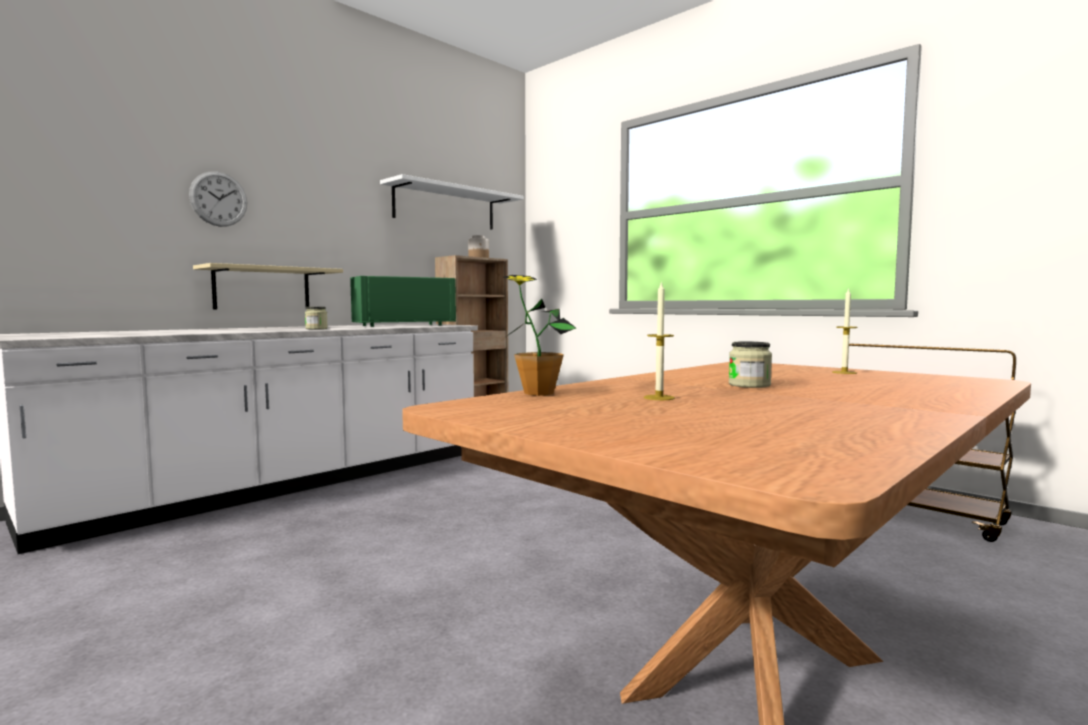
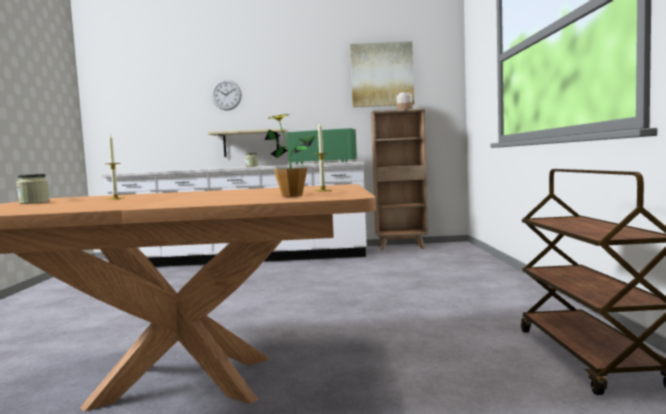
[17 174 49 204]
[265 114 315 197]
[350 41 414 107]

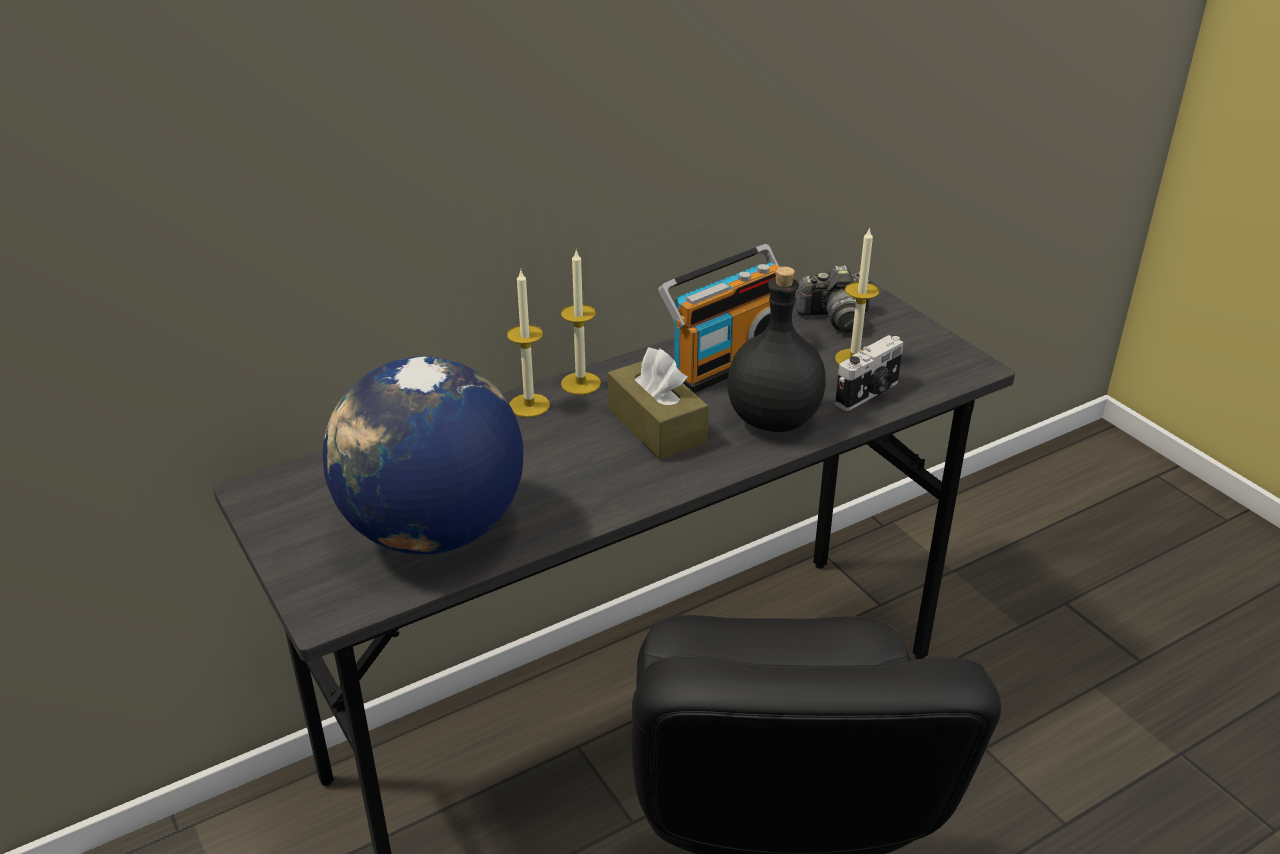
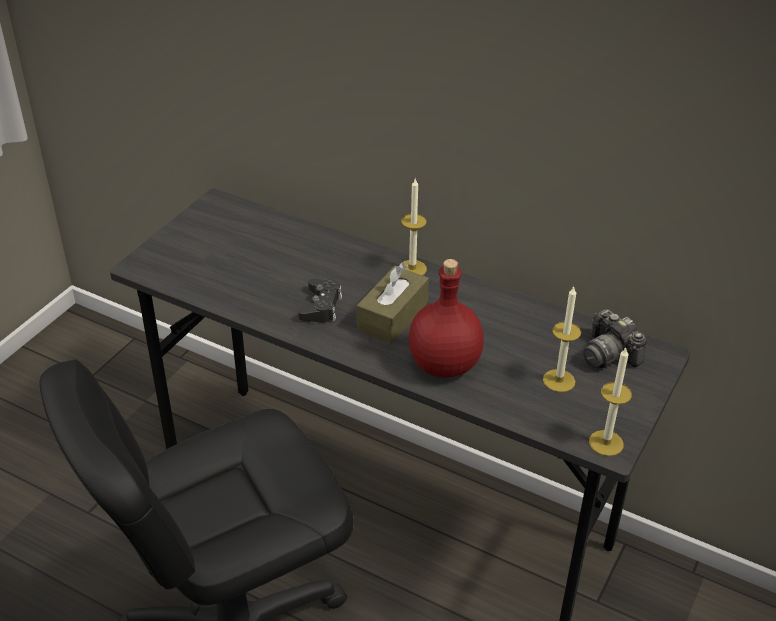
[298 279 342 323]
[409 259 484 377]
[589 348 632 456]
[323 356 523 555] (first image)
[658 244 779 393] (first image)
[835 335 904 411] (first image)

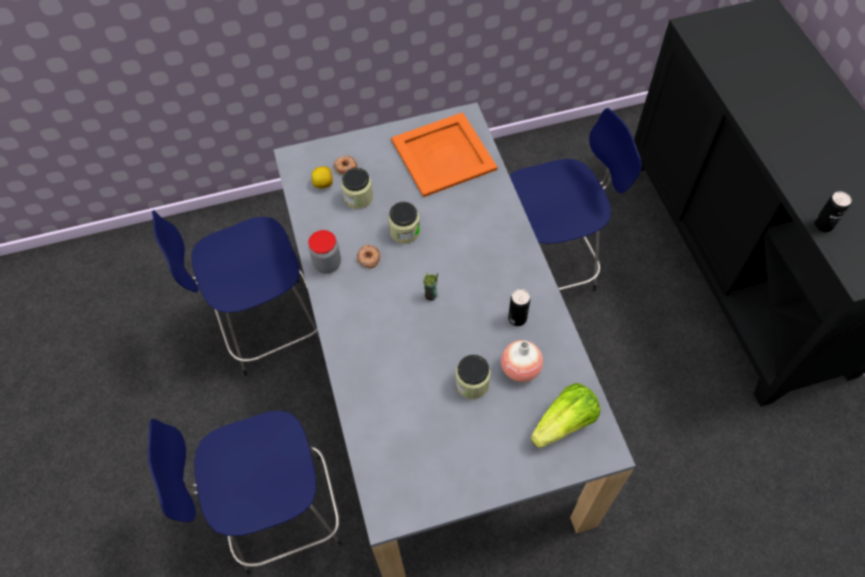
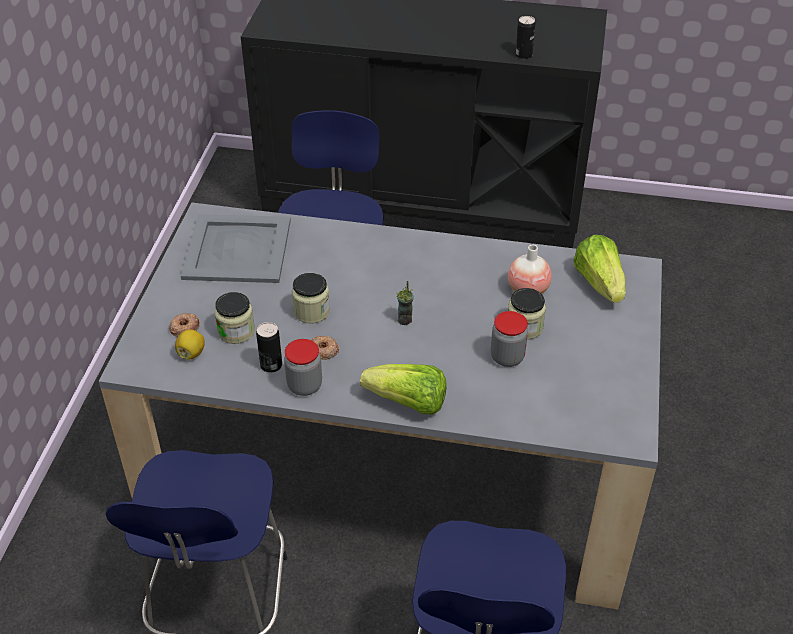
[181 214 291 283]
[256 322 282 373]
[360 364 447 415]
[491 311 528 367]

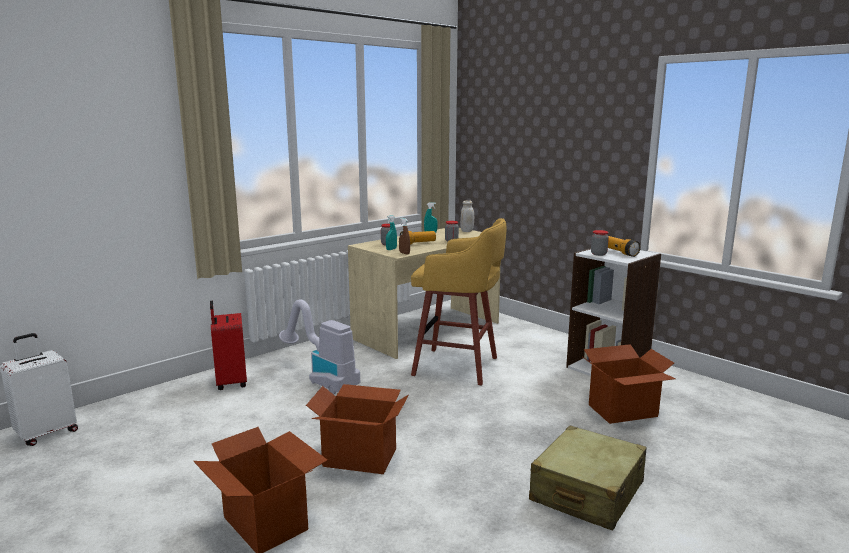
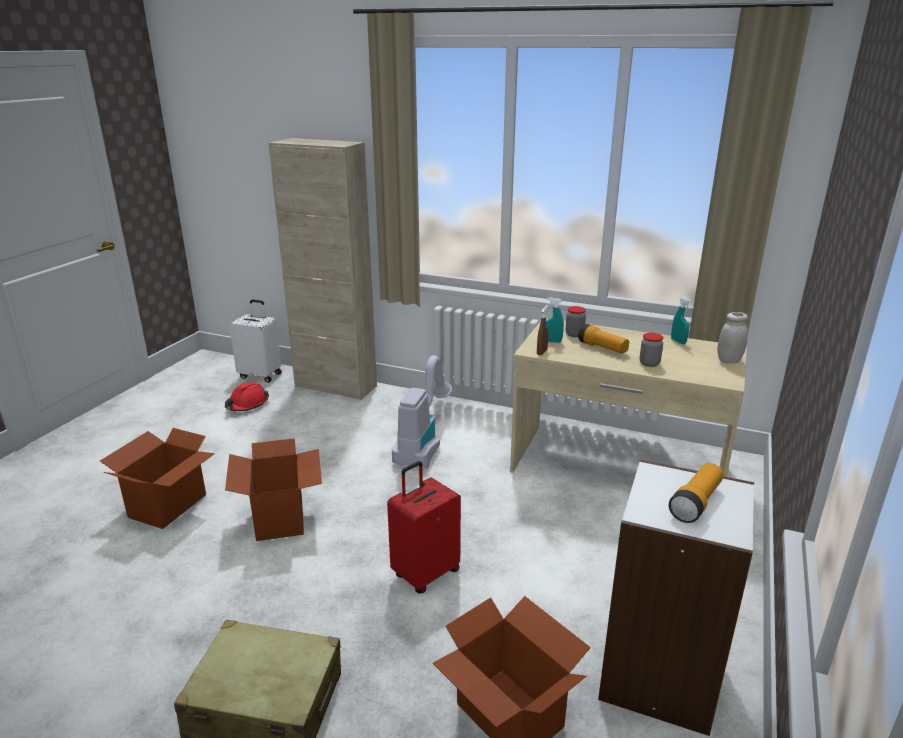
[225 382 269 411]
[268 138 377 400]
[387 461 461 594]
[411 218 507 386] (first image)
[591 230 609 256] (first image)

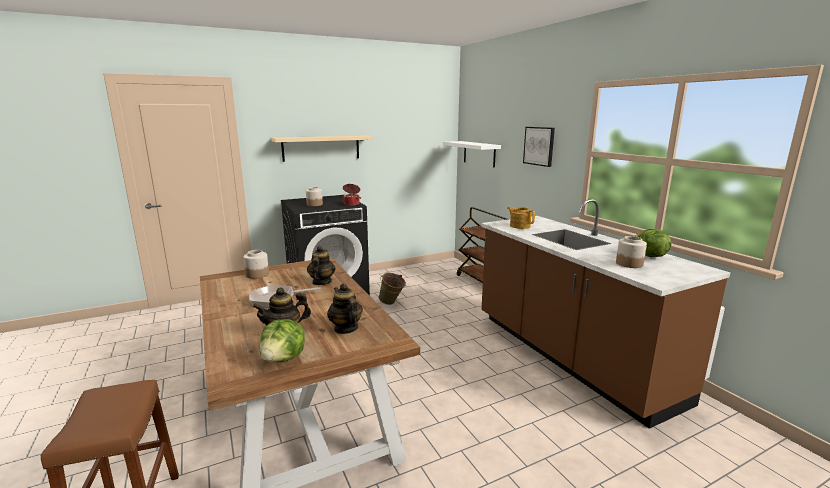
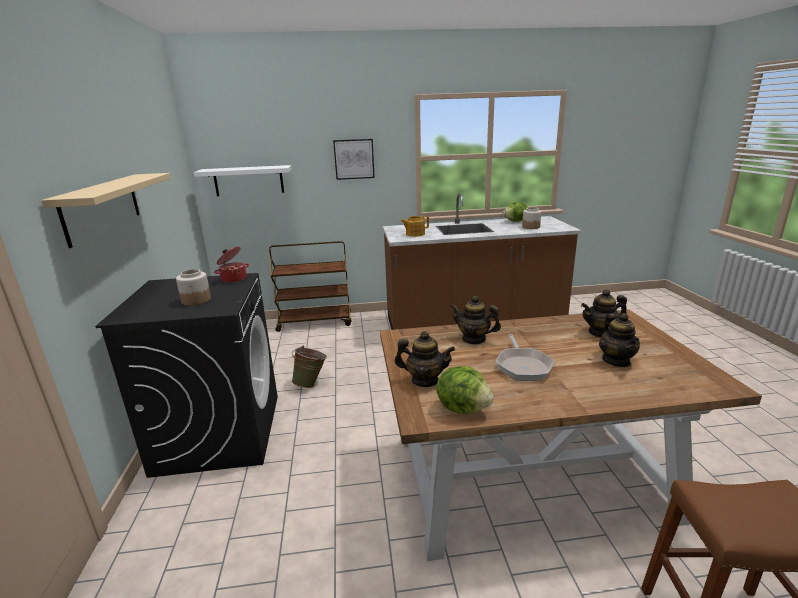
[395 331 455 387]
[436 366 494 414]

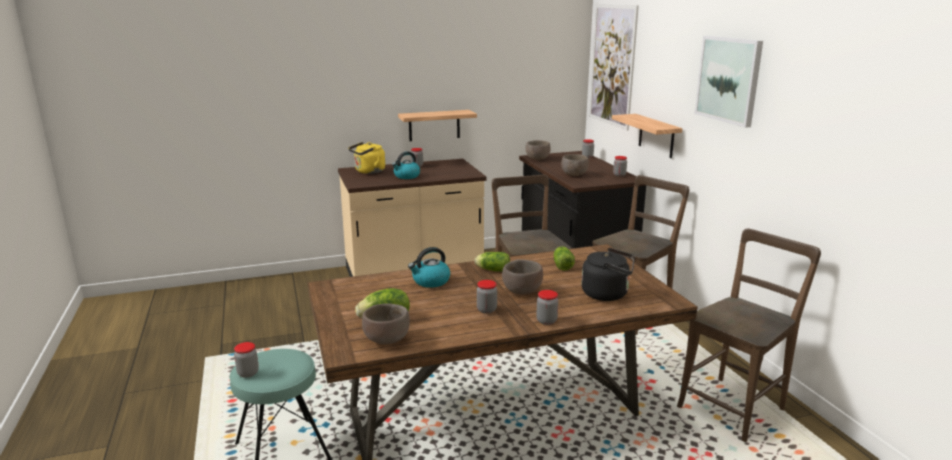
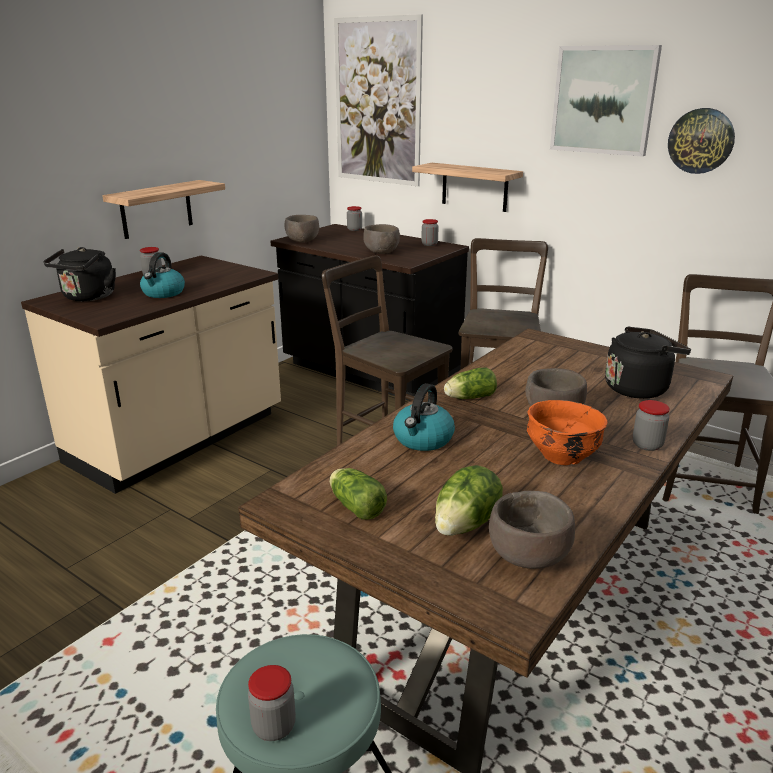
[43 247 116 301]
[329 468 387 520]
[527 400 608 465]
[668 108 735 174]

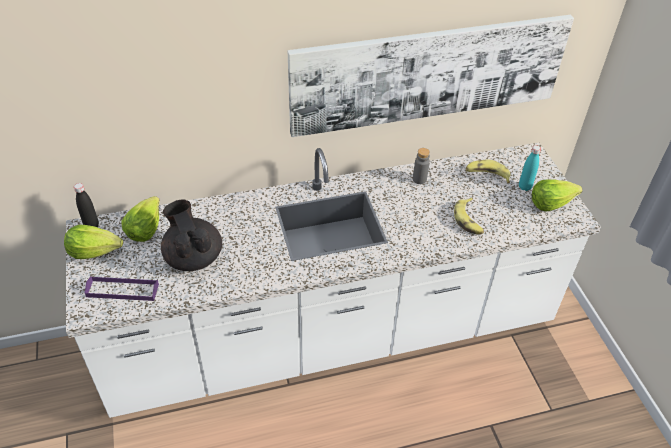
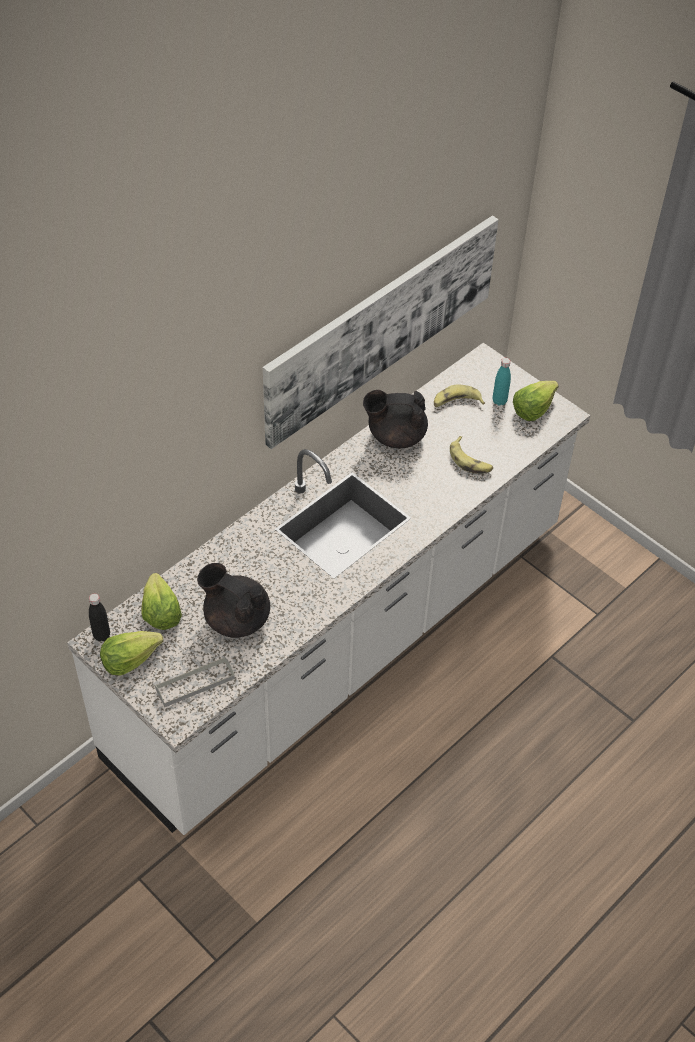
[155 657 235 707]
[363 390 428 448]

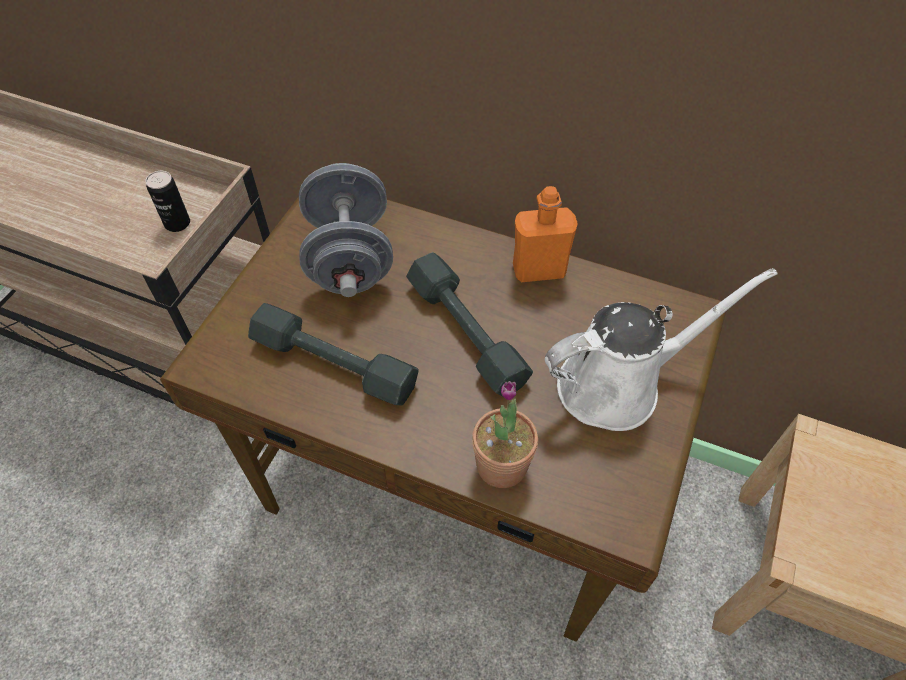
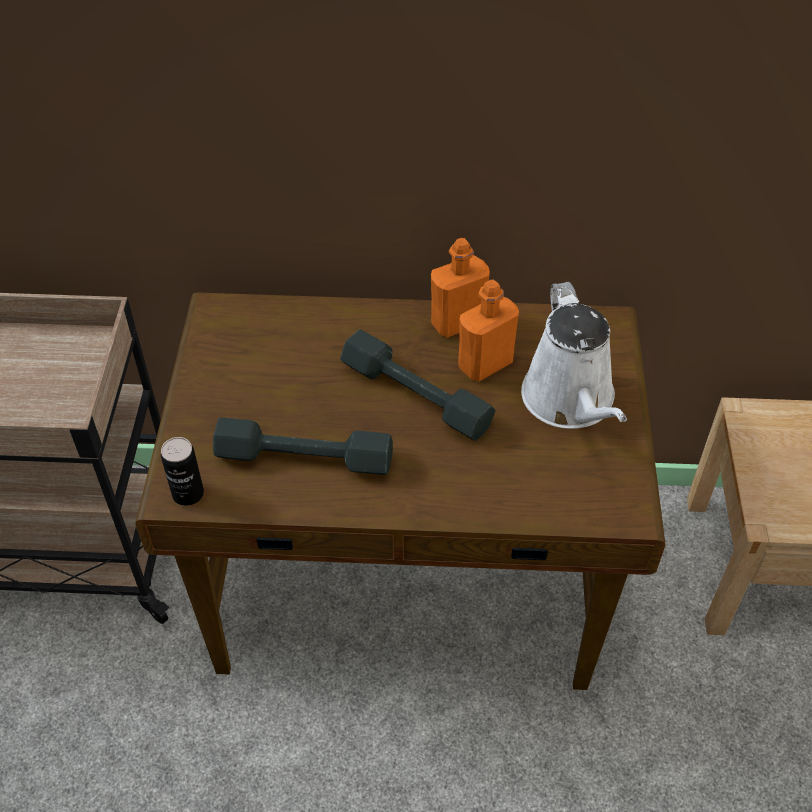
[161 437 204 506]
[458 280 519 381]
[521 282 627 429]
[299 163 393 297] (first image)
[472 381 538 488] (first image)

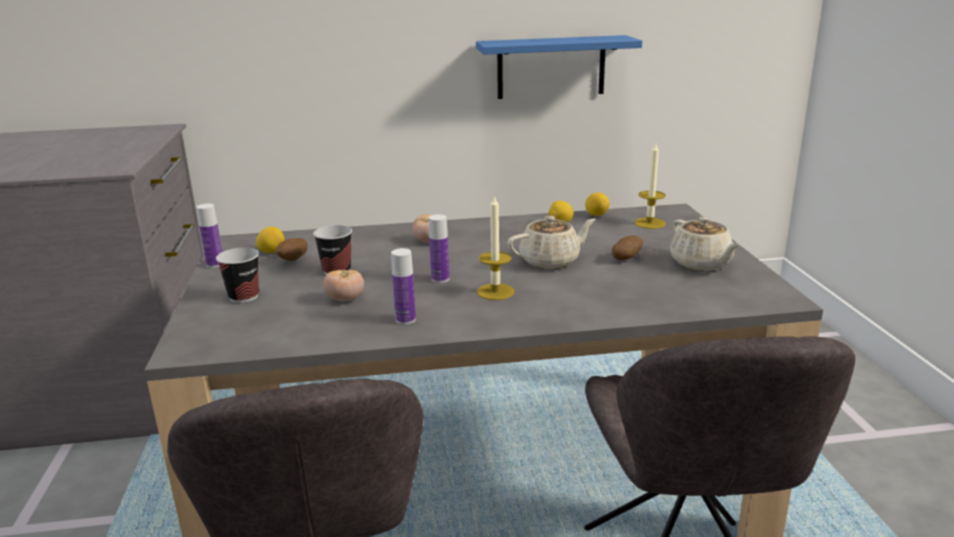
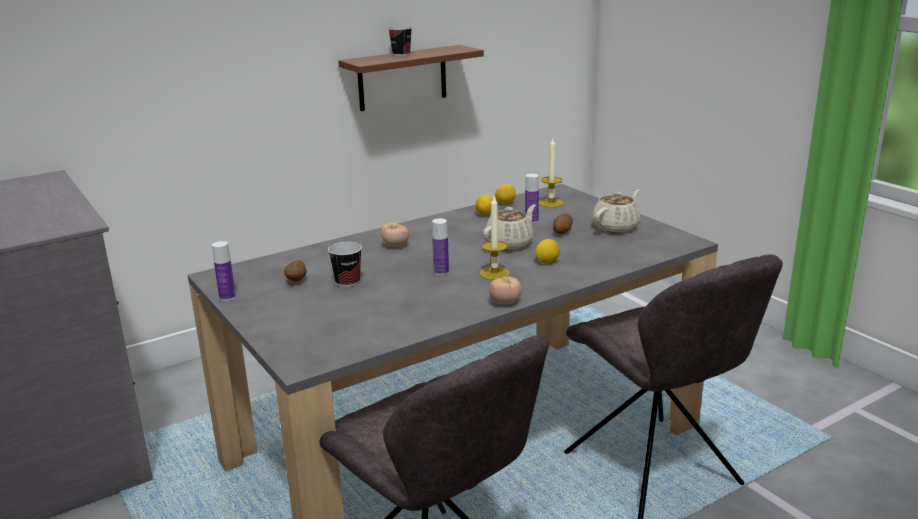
[338 45 484 111]
[388 26 412 56]
[489 276 522 304]
[525 174 539 224]
[535 239 560 263]
[592 190 640 233]

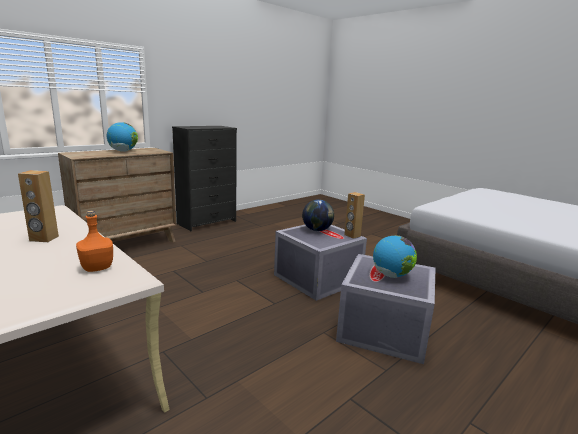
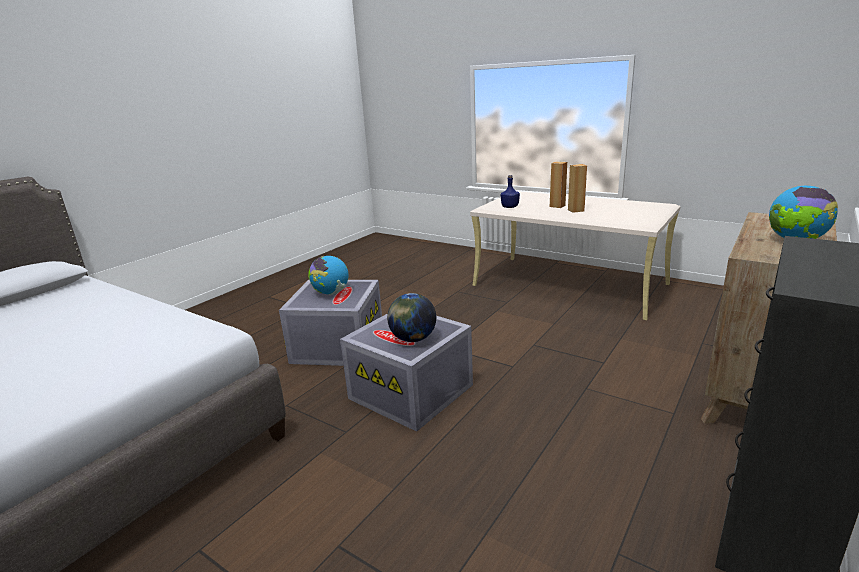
[501 175 520 208]
[550 161 567 208]

